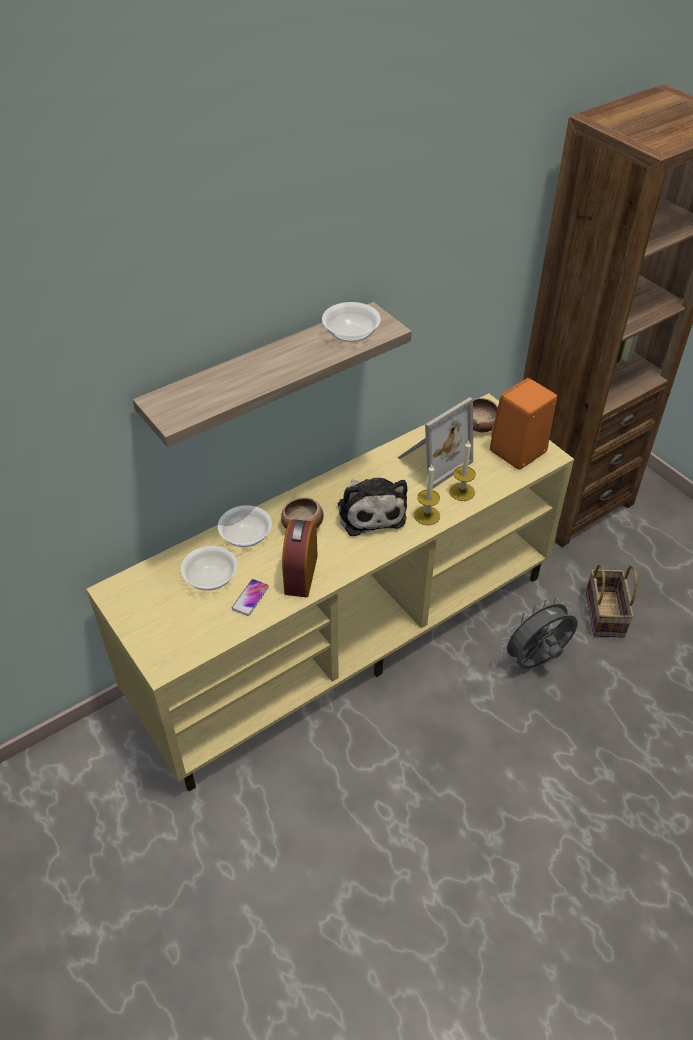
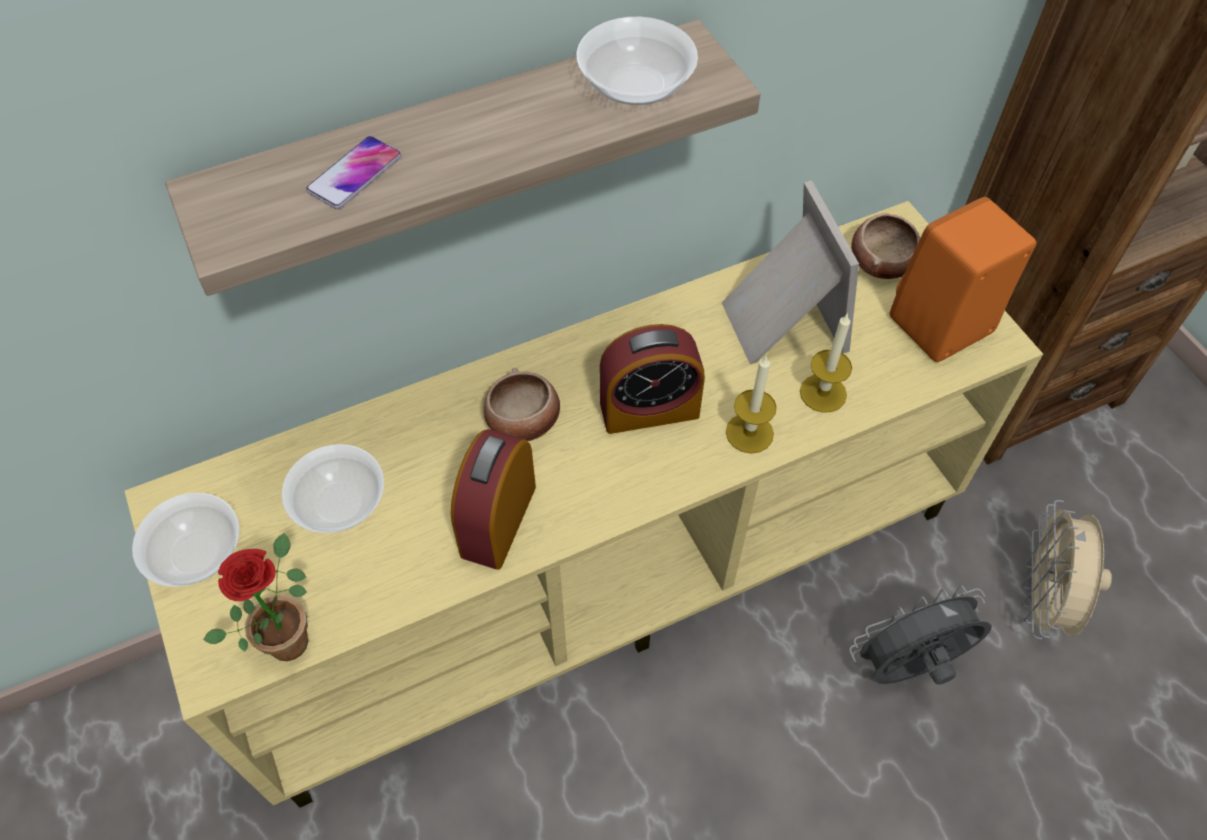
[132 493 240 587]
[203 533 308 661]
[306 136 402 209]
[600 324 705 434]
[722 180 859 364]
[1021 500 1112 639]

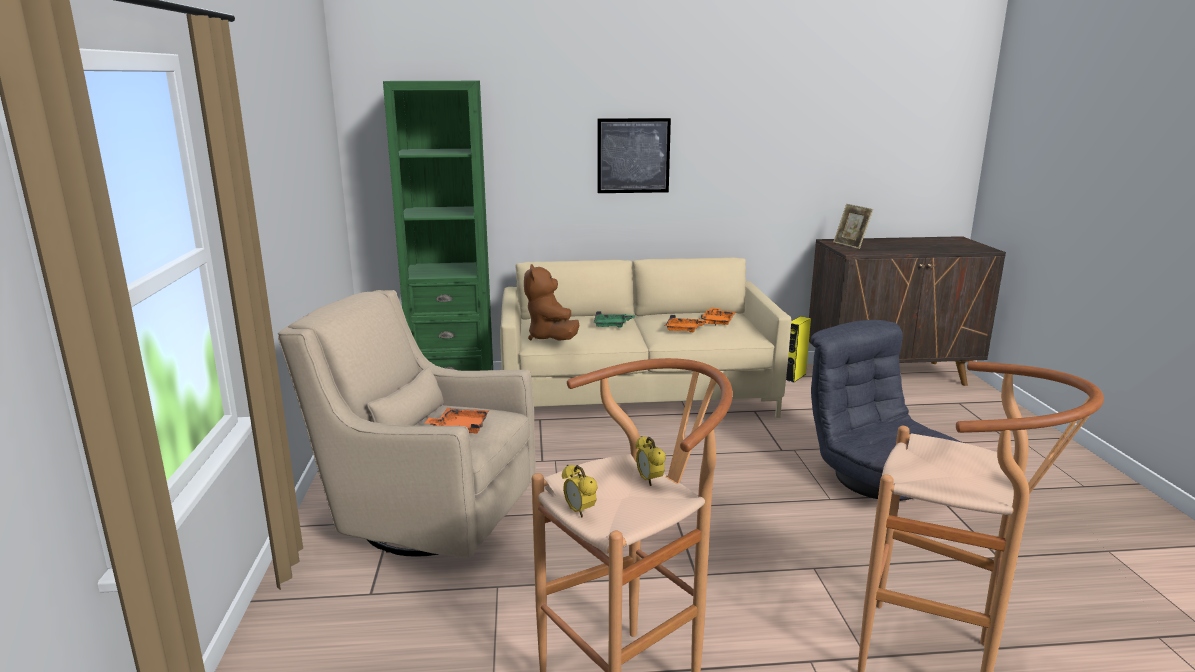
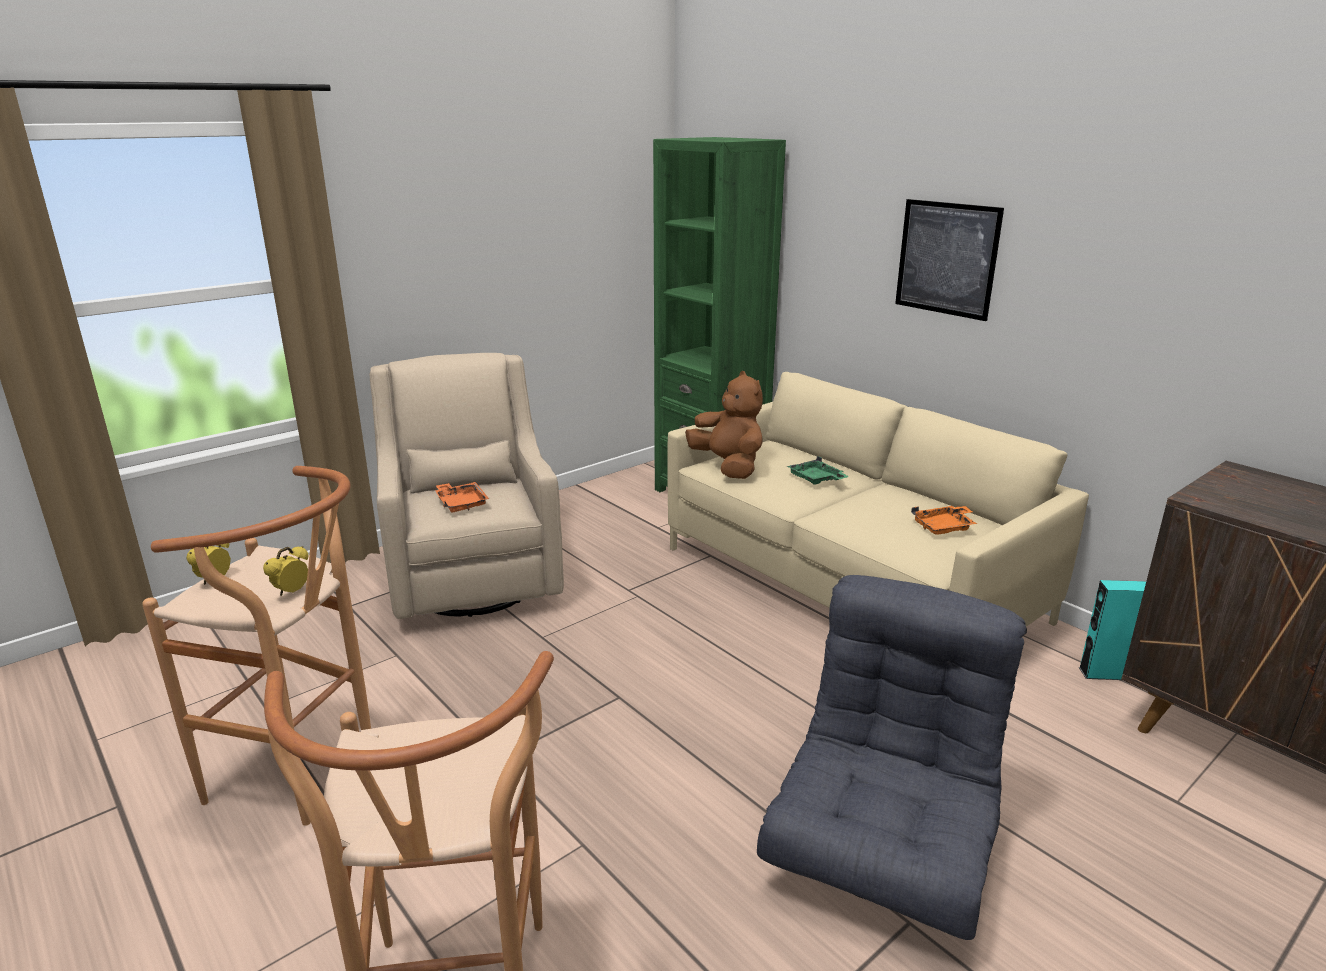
[685 371 763 479]
[1079 580 1146 680]
[665 315 709 332] (first image)
[833 204 873 249] (first image)

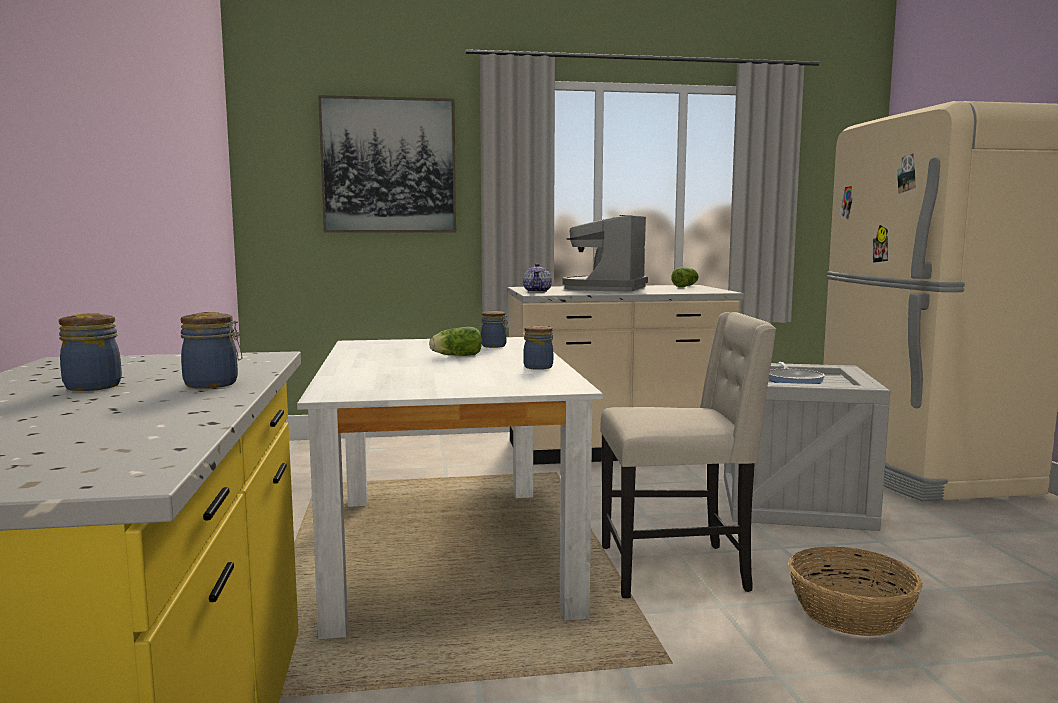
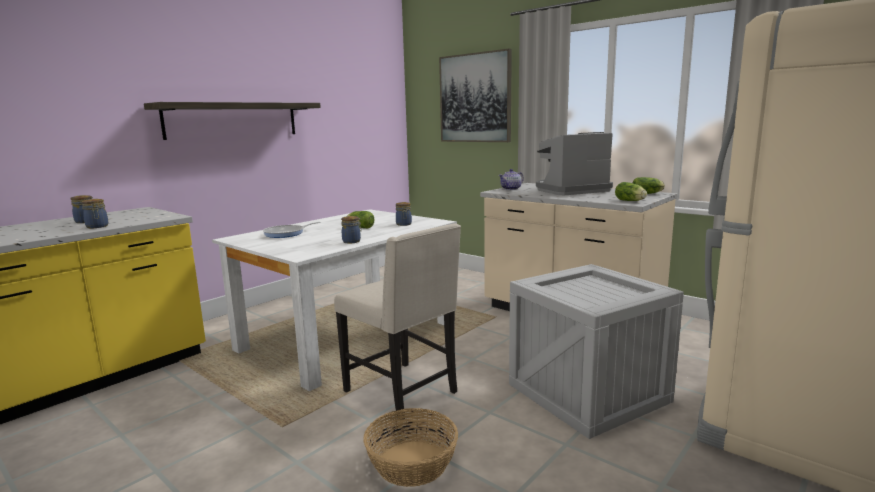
[144 102 321 140]
[263 222 321 238]
[615 182 647 201]

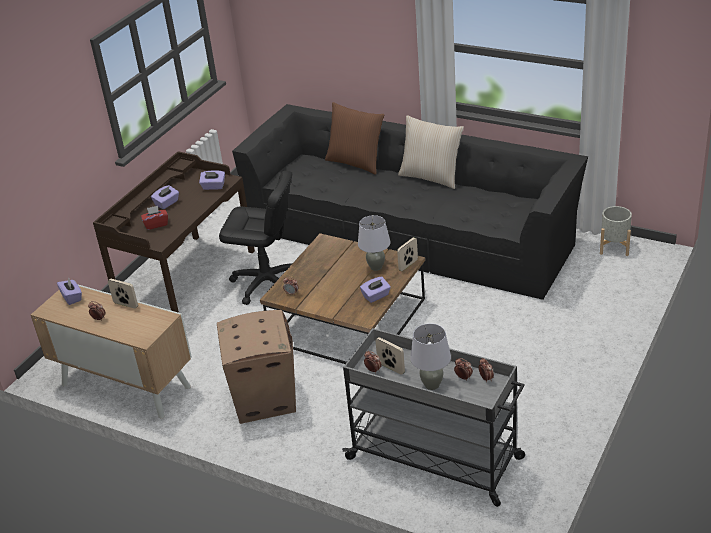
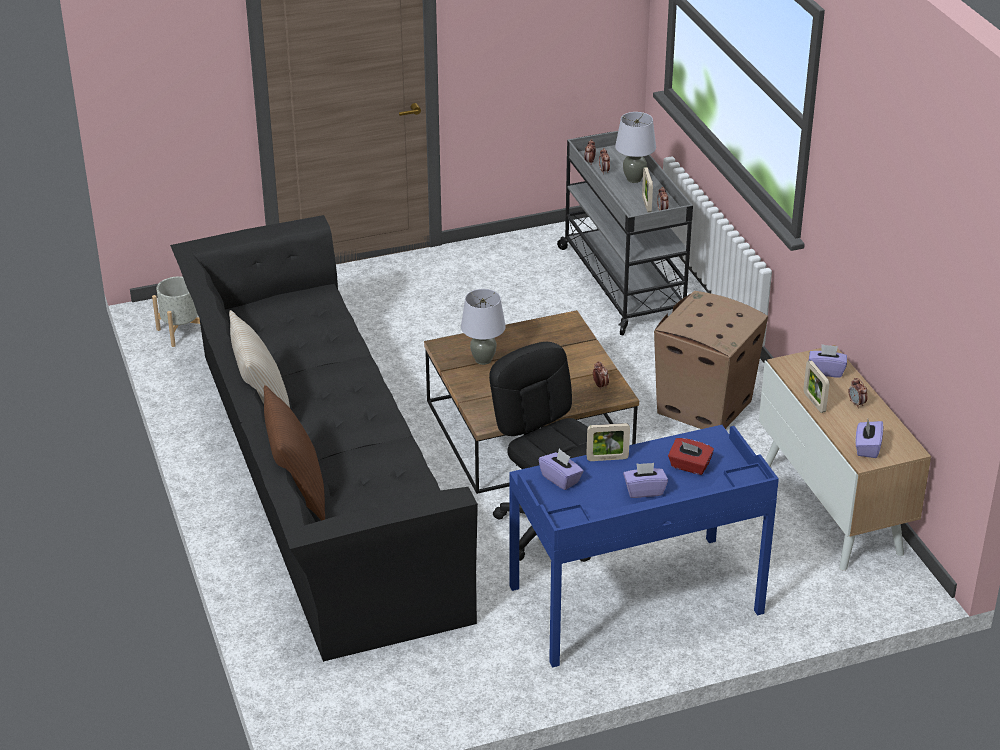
[509 425 779 668]
[586 423 630 461]
[809 344 847 378]

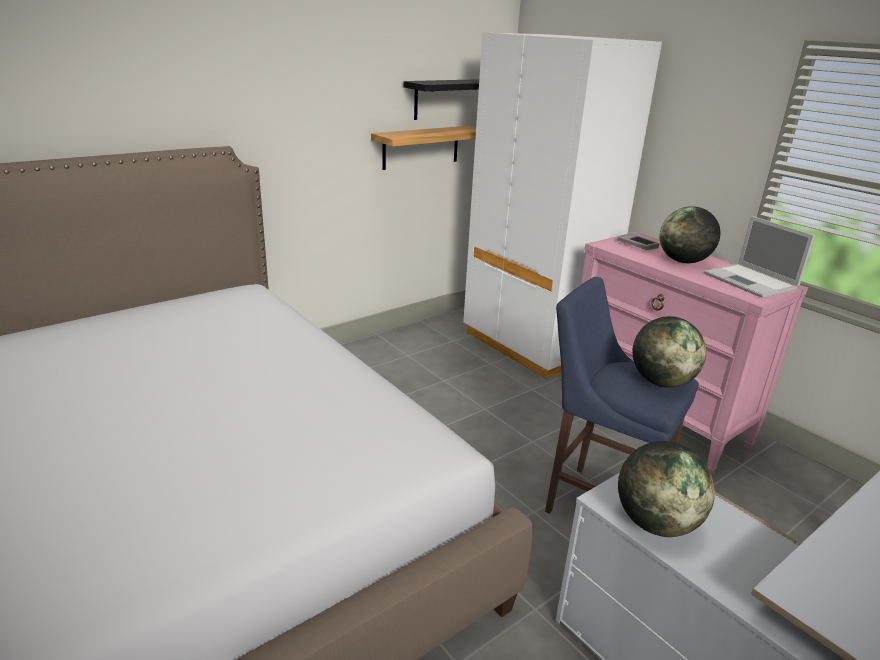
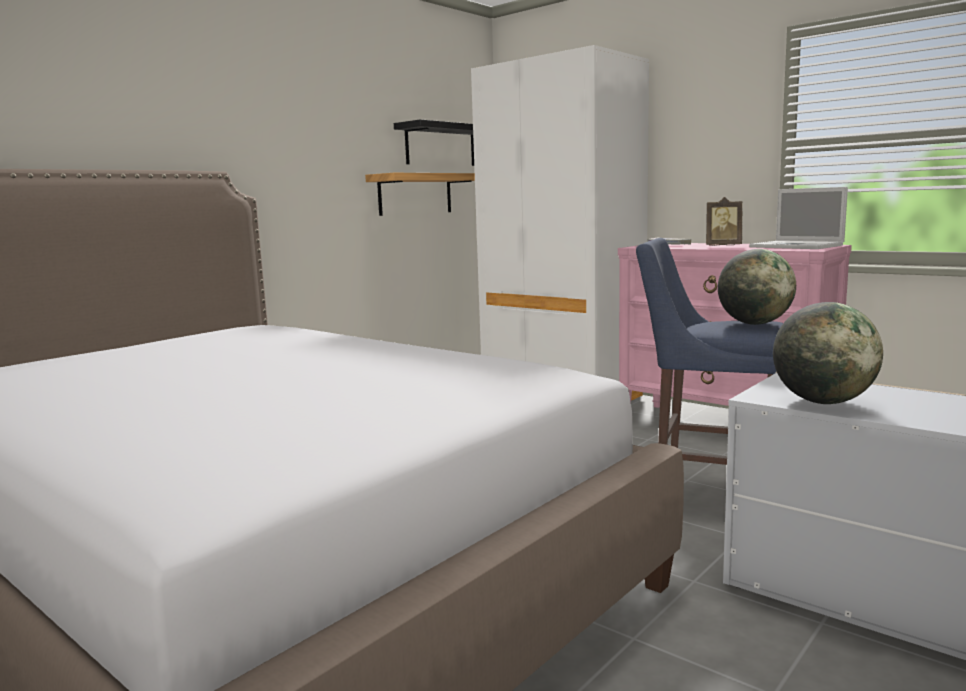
[706 197 742 246]

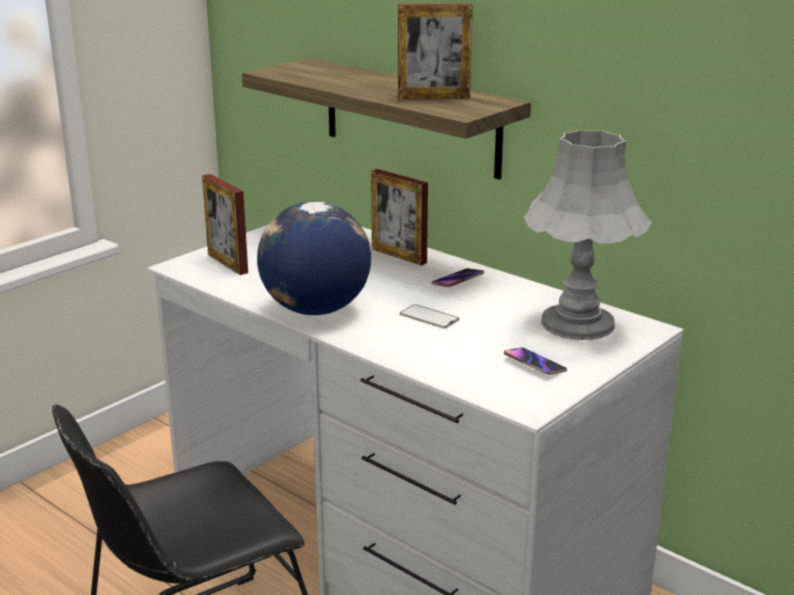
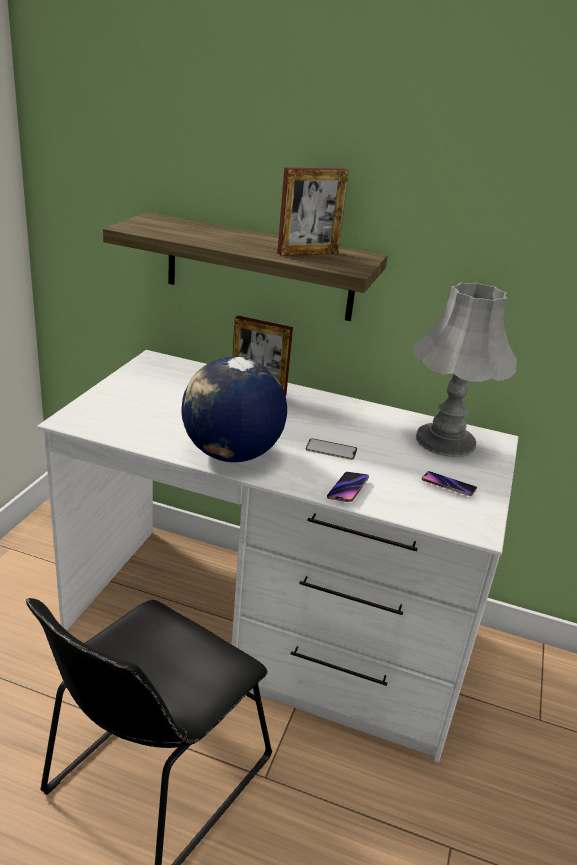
[327 472 369 502]
[202 174 248 275] (first image)

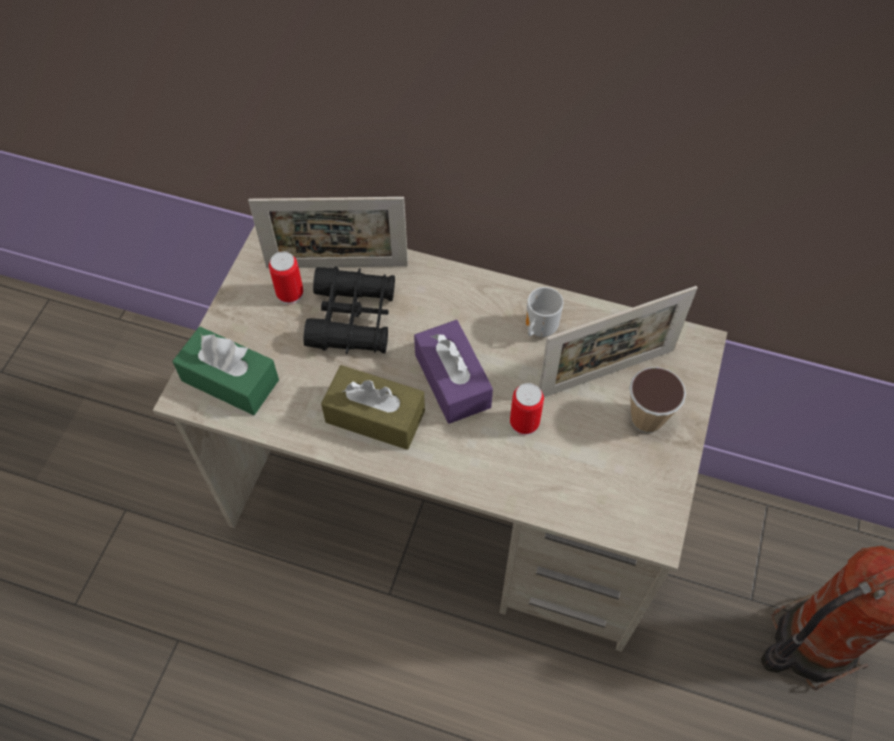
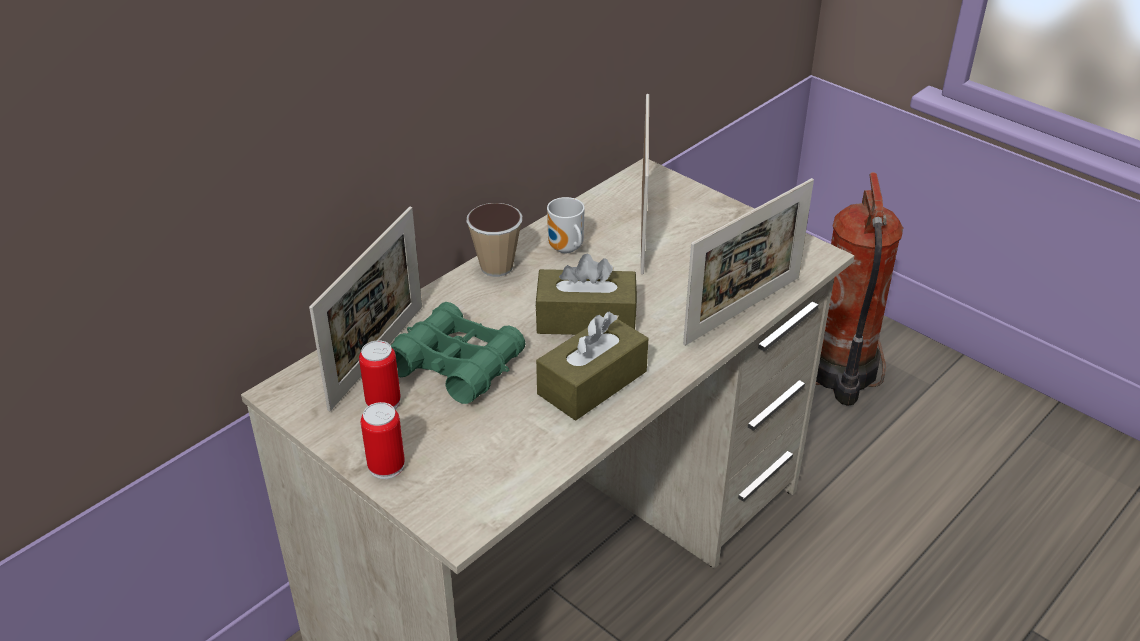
[361 402 405 479]
[391 302 526 404]
[466 203 522 277]
[535 254 637 335]
[683 178 814 346]
[173 327 279 415] (first image)

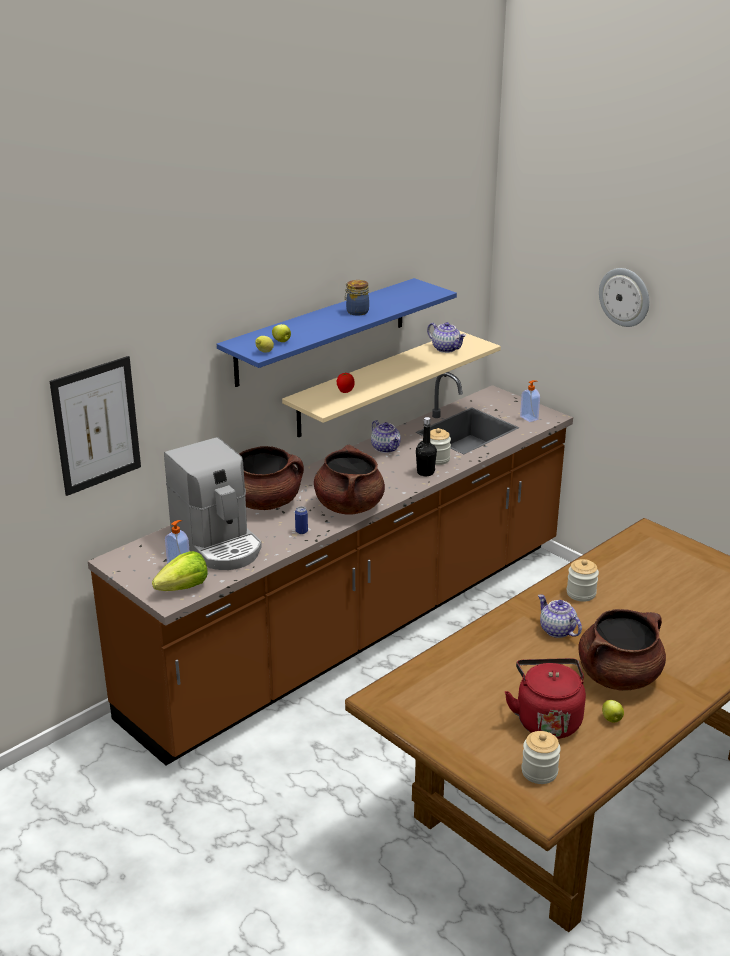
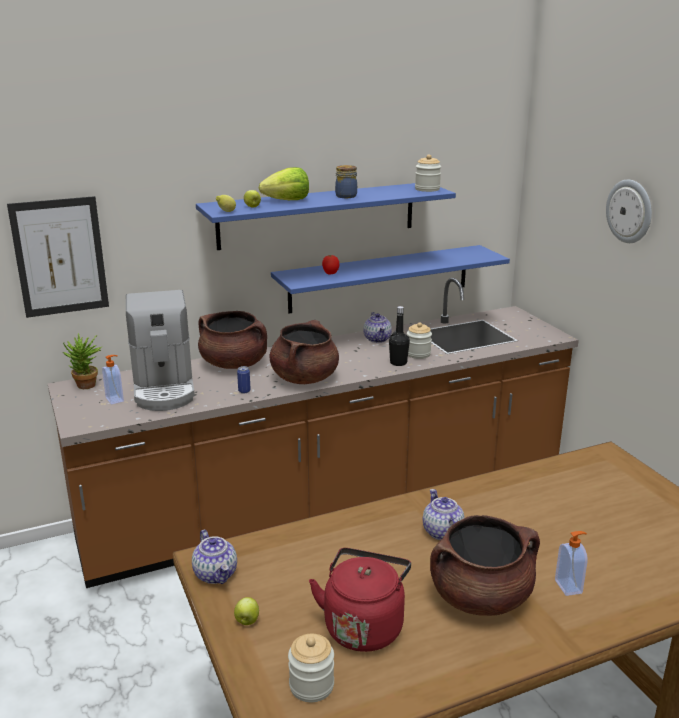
[63 333 101 389]
[192 530 237 584]
[234 597 259 625]
[259 167 309 200]
[271 245 510 314]
[415 154 441 192]
[555 531 588 596]

